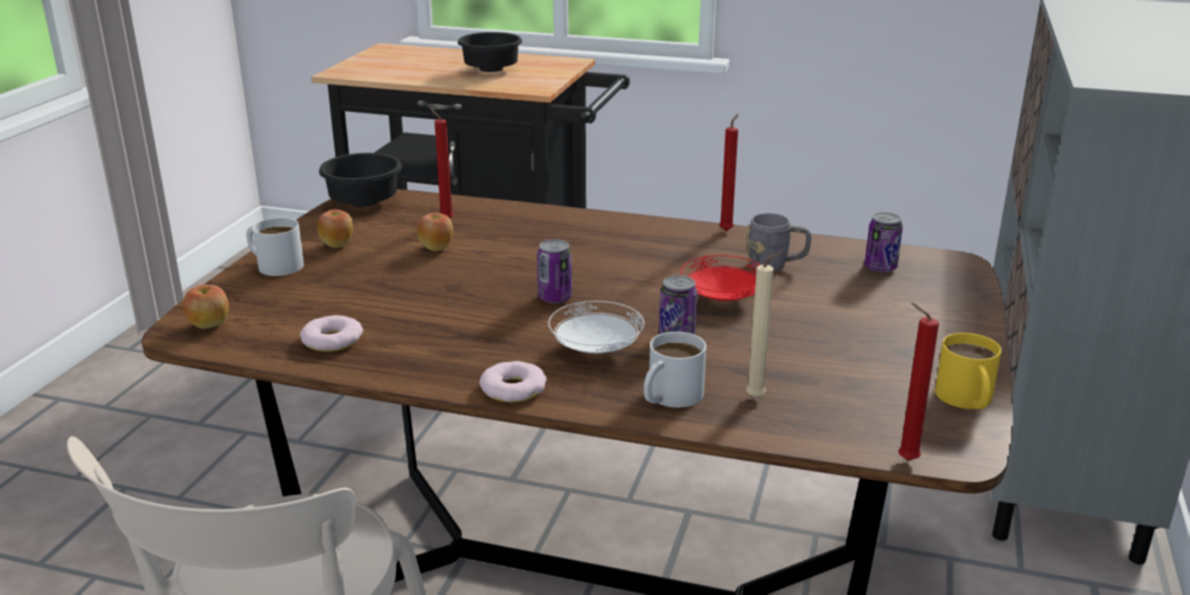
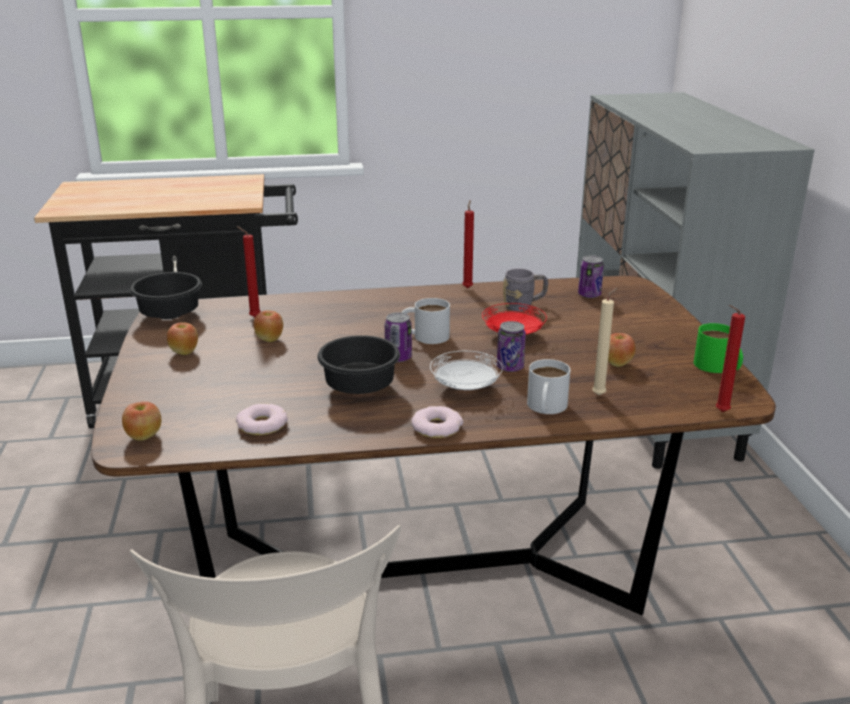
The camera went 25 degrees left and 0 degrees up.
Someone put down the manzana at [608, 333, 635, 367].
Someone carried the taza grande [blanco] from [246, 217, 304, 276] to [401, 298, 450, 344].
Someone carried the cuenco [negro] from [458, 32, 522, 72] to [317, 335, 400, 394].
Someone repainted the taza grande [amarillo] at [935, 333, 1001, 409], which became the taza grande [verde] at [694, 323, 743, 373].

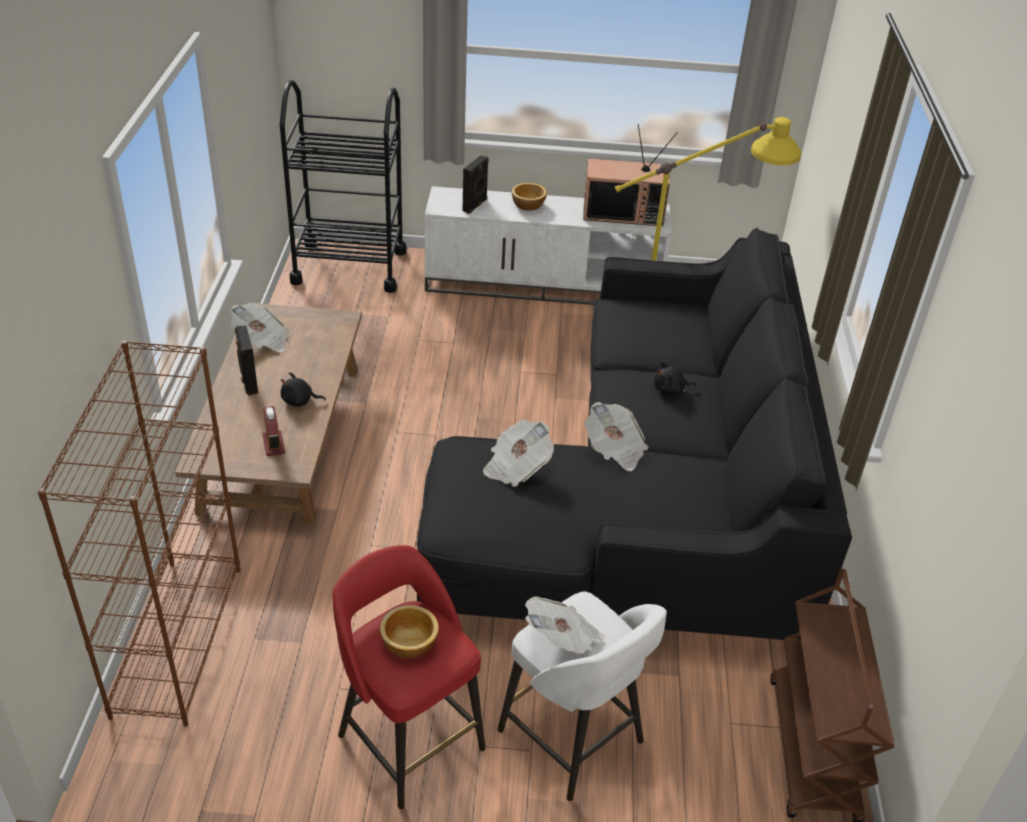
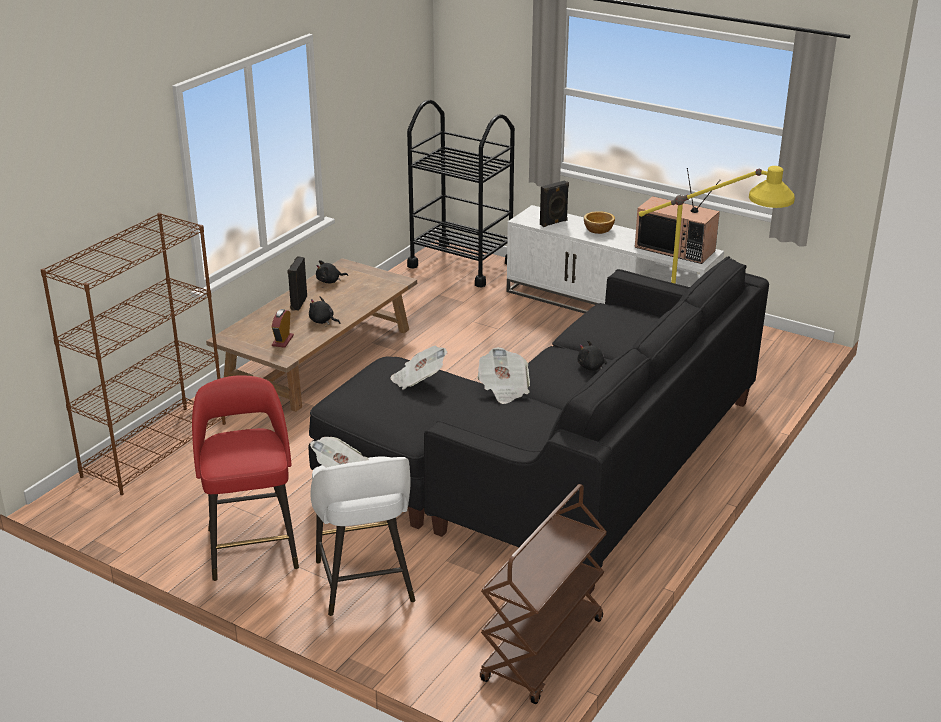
The camera went 30 degrees right and 10 degrees down.
Someone took away the cuenco at [380, 605, 439, 658].
Someone swapped the periódico at [231, 303, 289, 352] for the peluche [negro] at [316, 260, 348, 283].

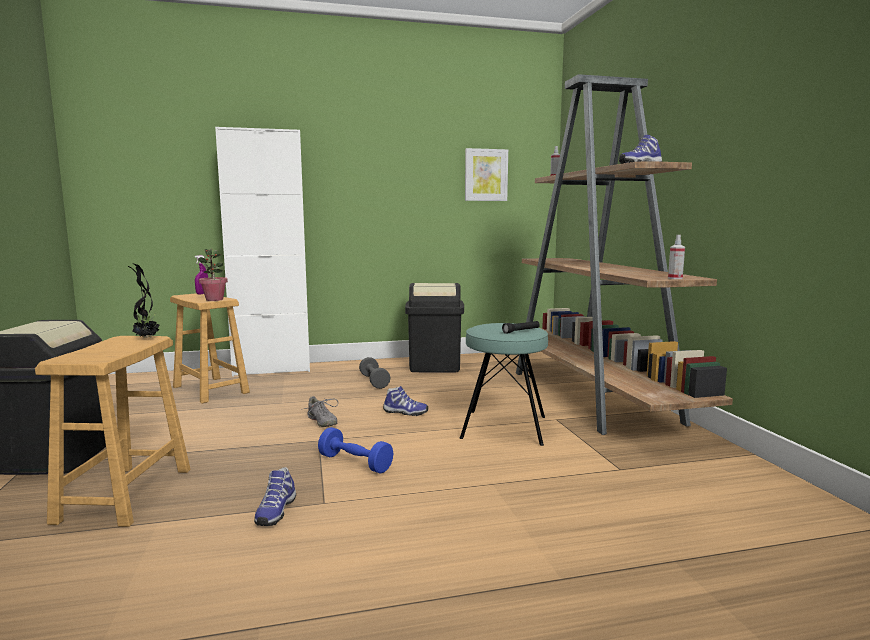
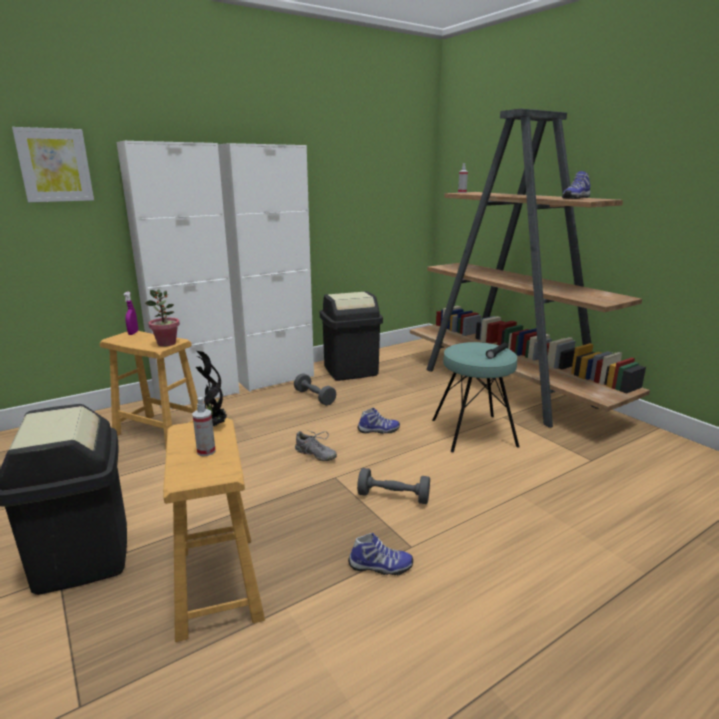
The camera went 20 degrees left and 10 degrees up.
Someone put down the armario [blanco] at [218, 143, 314, 392].
Someone carried the cuadro from [465, 148, 508, 201] to [12, 127, 94, 202].
Someone carried the pulverizador from [668, 235, 685, 279] to [192, 397, 216, 456].
Someone repainted the mancuerna [azul] at [318, 427, 393, 474], which became the mancuerna [gris] at [357, 468, 430, 504].
Someone rotated the zapato at [254, 467, 296, 526] by 75 degrees counterclockwise.

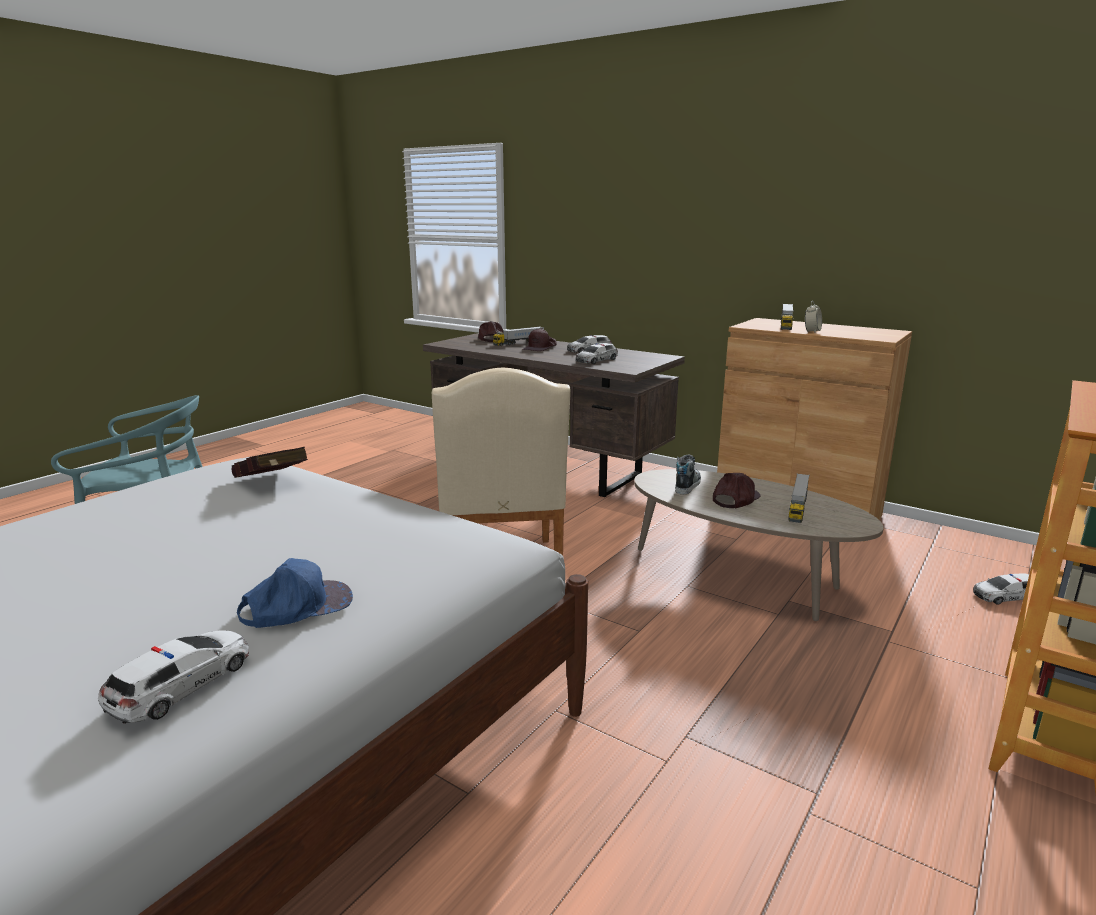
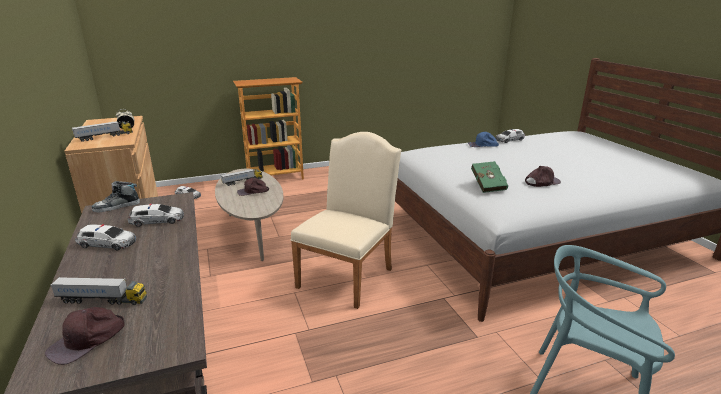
The camera went 145 degrees left and 5 degrees up.
Someone carried the gorra [marrón] from [522, 328, 557, 351] to [525, 166, 561, 187].
Someone carried the zapato from [675, 454, 701, 494] to [92, 181, 140, 213].
Someone repainted the libro [rojo] at [231, 447, 308, 478], which became the libro [verde] at [471, 161, 508, 193].

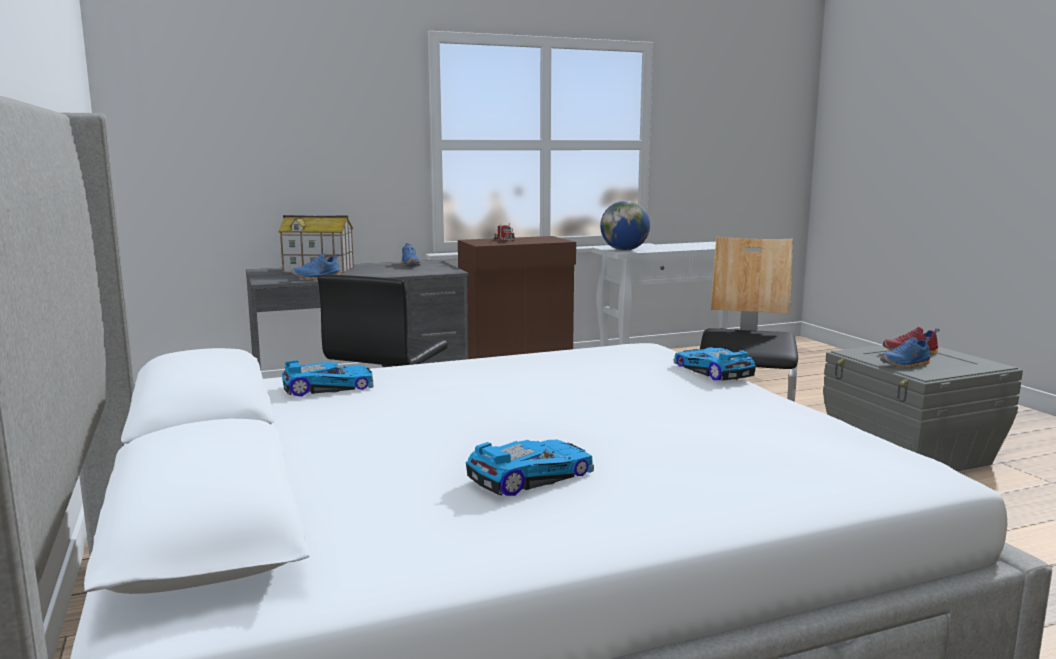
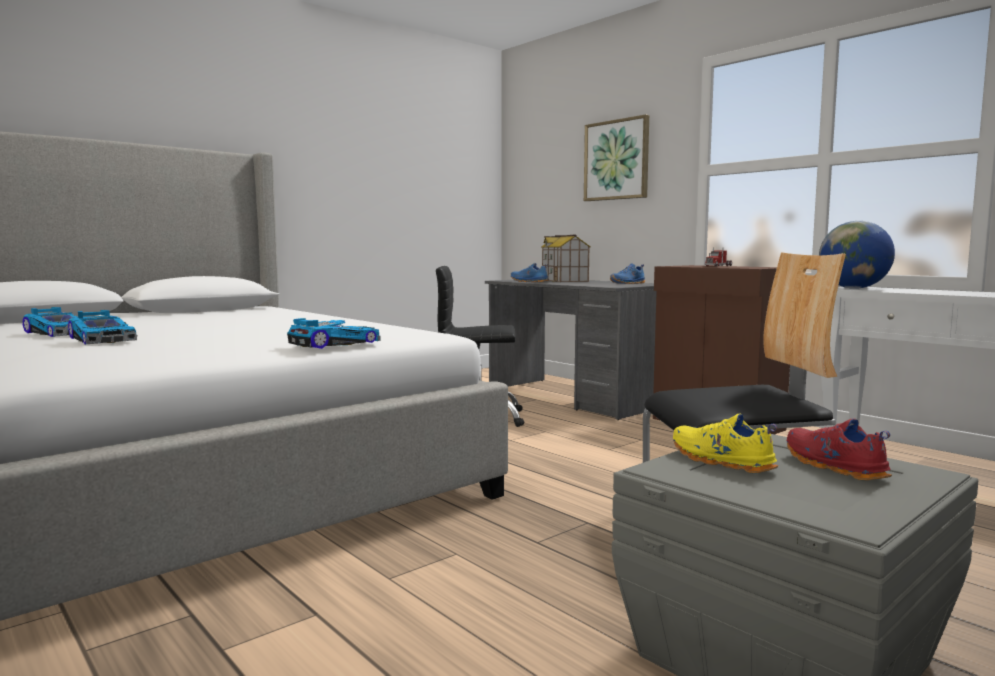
The camera went 70 degrees right and 5 degrees down.
Someone put up the cuadro at [584, 114, 649, 201].
Someone carried the coche de juguete from [282, 360, 374, 397] to [68, 310, 137, 344].
Someone repainted the zapato [azul] at [880, 337, 931, 368], which became the zapato [amarillo] at [673, 413, 778, 473].

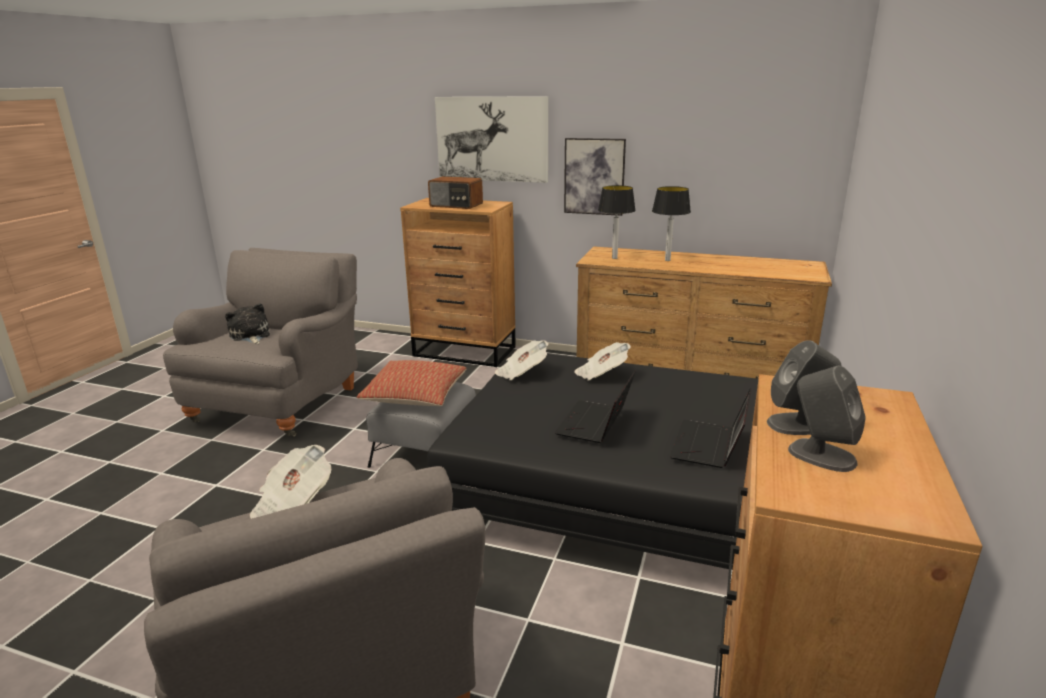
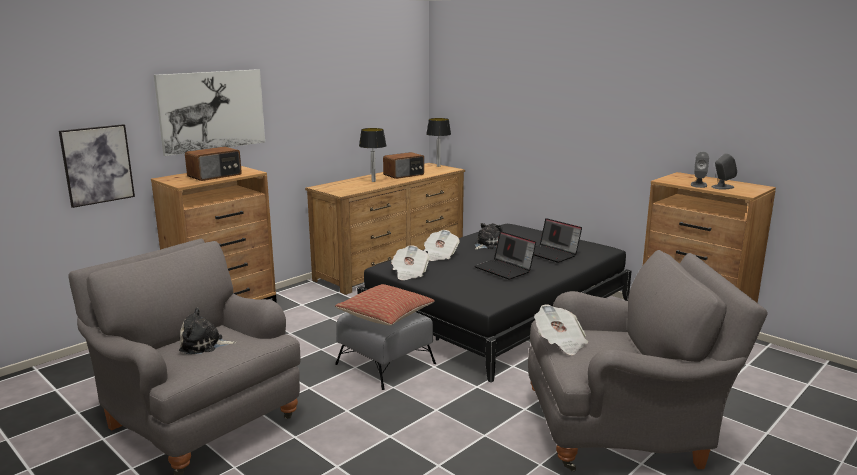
The camera went 65 degrees left and 5 degrees down.
Someone put down the radio at [383, 152, 424, 179].
Someone put down the peluche at [474, 223, 503, 250].
Someone carried the cuadro from [564, 138, 626, 216] to [59, 124, 135, 208].
Someone carried the lámpara de mesa from [598, 185, 636, 259] to [426, 118, 451, 167].

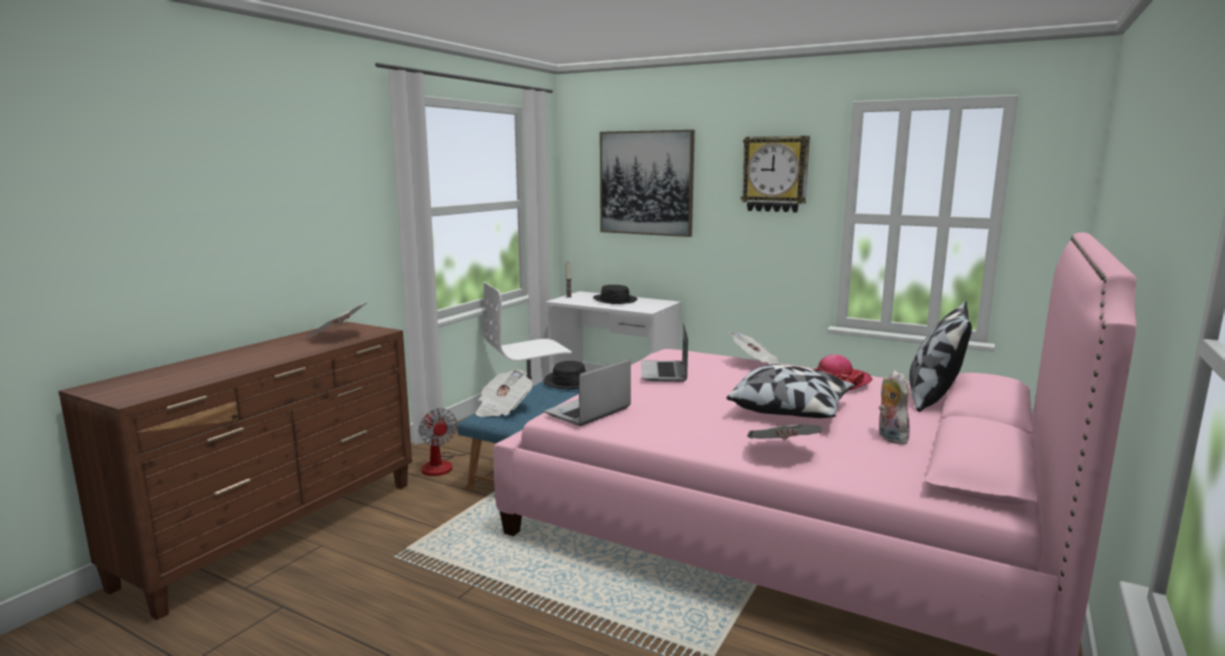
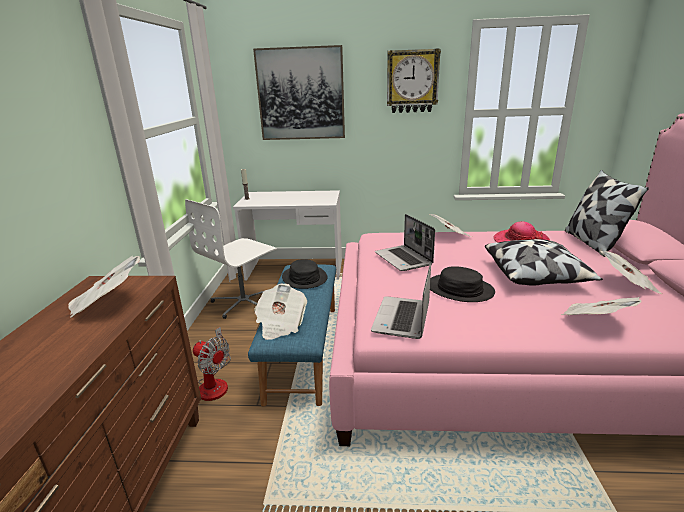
The camera went 25 degrees left and 10 degrees up.
Someone carried the sombrero [negro] from [593, 285, 637, 304] to [430, 266, 495, 302].
Someone swapped the peluche at [879, 370, 910, 444] for the periódico at [600, 251, 662, 294].

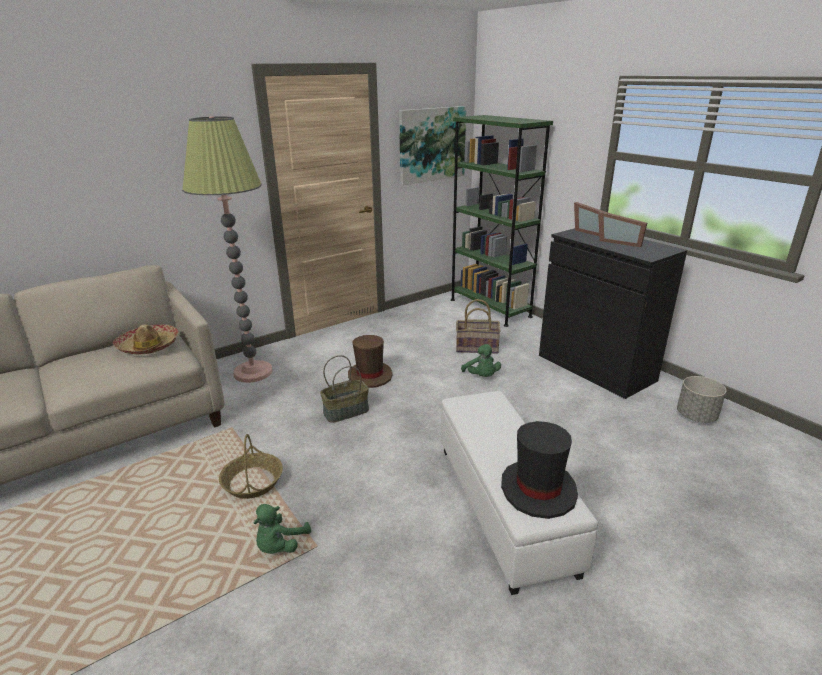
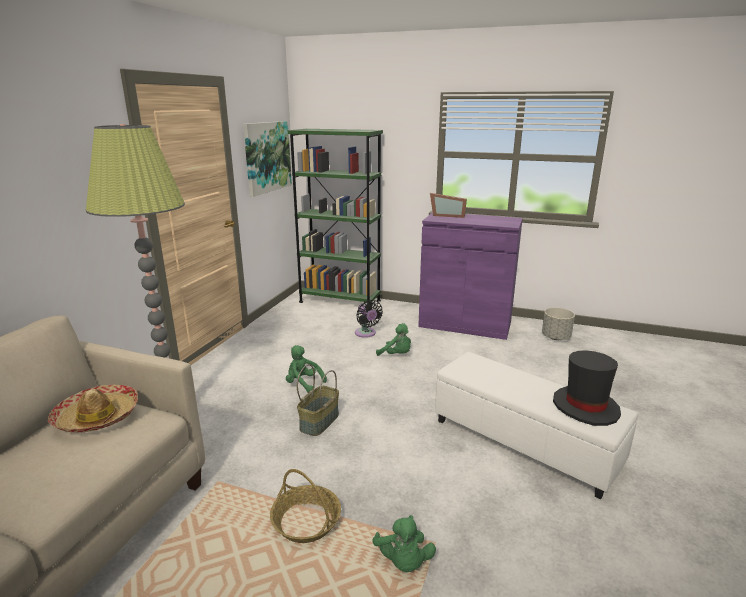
The camera went 35 degrees left and 5 degrees down.
Someone took away the portarretratos at [598, 211, 647, 247].
Someone swapped the sombrero [marrón] at [348, 335, 392, 388] for the peluche [verde] at [286, 345, 327, 393].
Someone swapped the cesta at [456, 299, 501, 354] for the ventilador [negro] at [355, 300, 383, 338].
Someone repainted the armario [negro] at [539, 228, 687, 399], which became the armario [morado] at [418, 212, 523, 340].

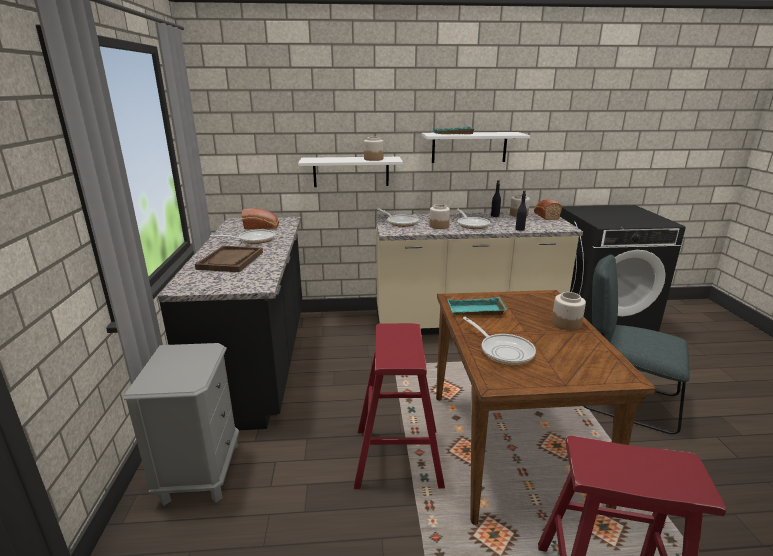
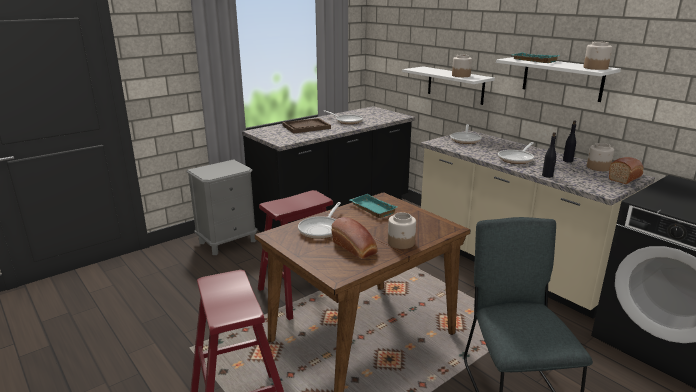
The camera went 55 degrees right and 0 degrees up.
Someone carried the pan from [242, 208, 279, 229] to [331, 217, 378, 259].
Someone carried the tarro from [429, 204, 450, 229] to [584, 41, 612, 70].

